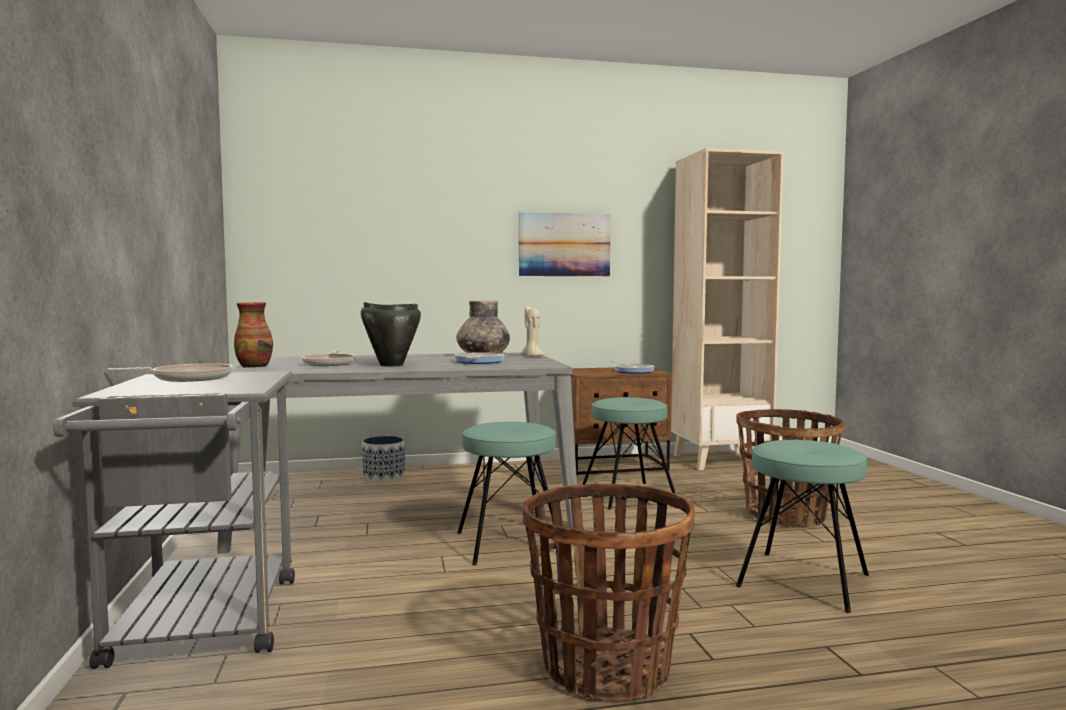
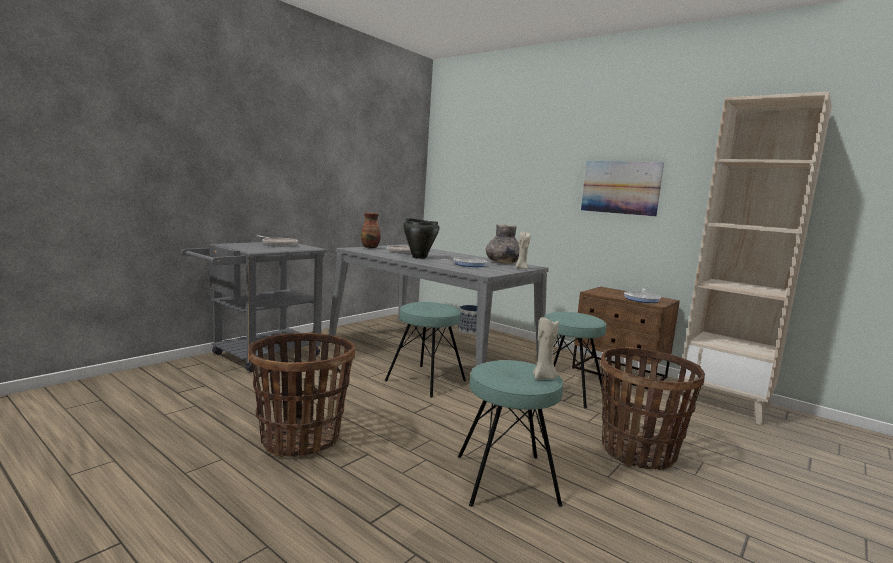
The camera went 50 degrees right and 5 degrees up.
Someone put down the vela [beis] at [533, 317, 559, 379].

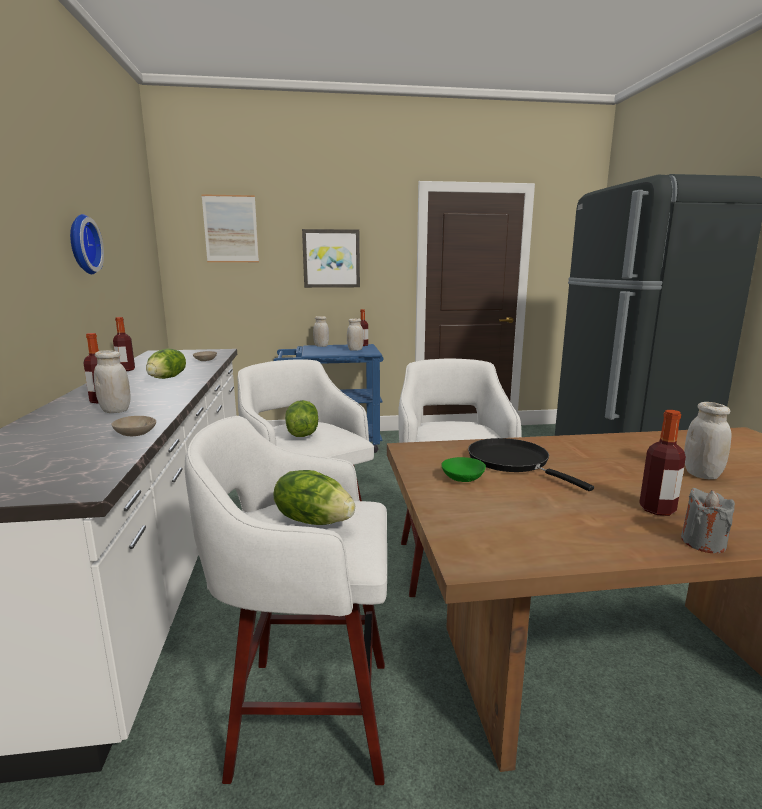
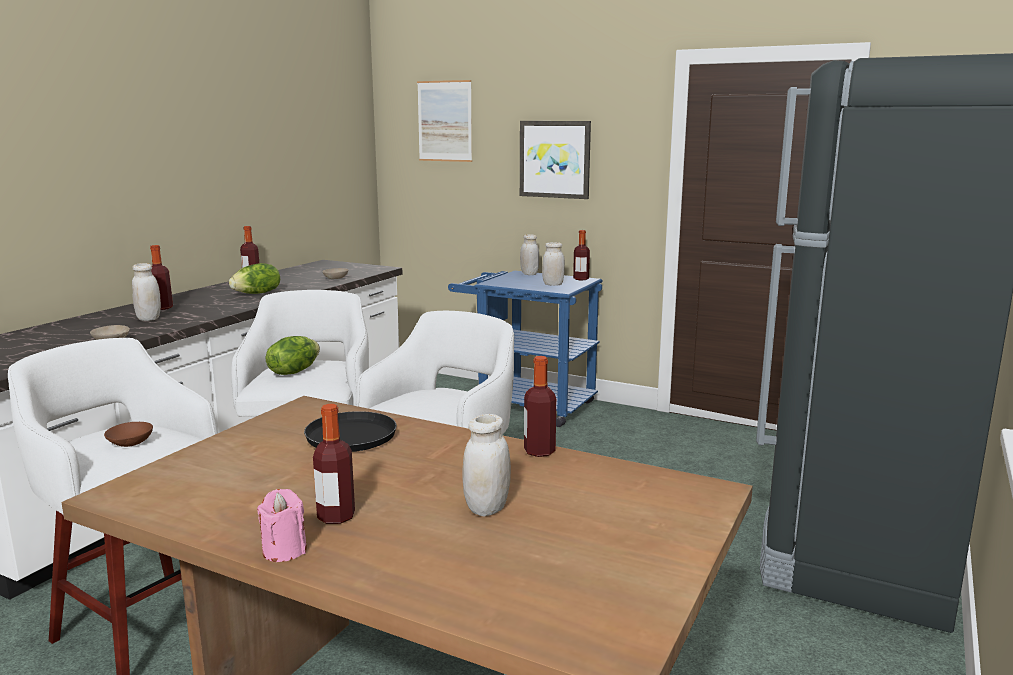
The camera went 35 degrees right and 0 degrees up.
Someone took away the reloj de pared at [70, 214, 104, 274].
Someone took away the cuenco [verde] at [441, 457, 486, 482].
Someone put down the botella at [524, 356, 556, 457].
Someone swapped the lechuga at [273, 470, 355, 525] for the cuenco [marrón] at [104, 422, 153, 447].
Someone repainted the vela [gris] at [681, 488, 735, 553], which became the vela [rosa] at [257, 489, 307, 562].

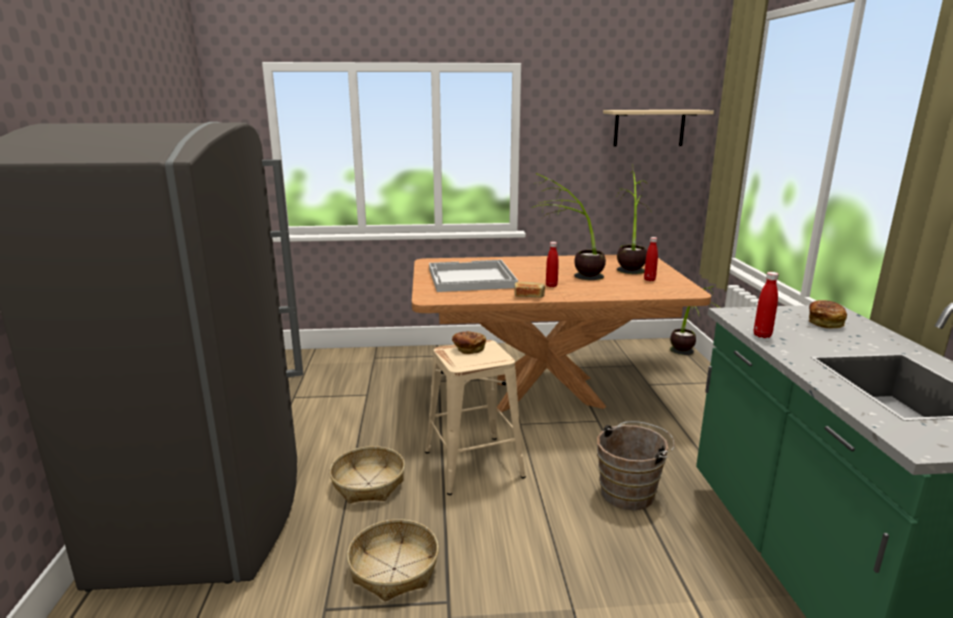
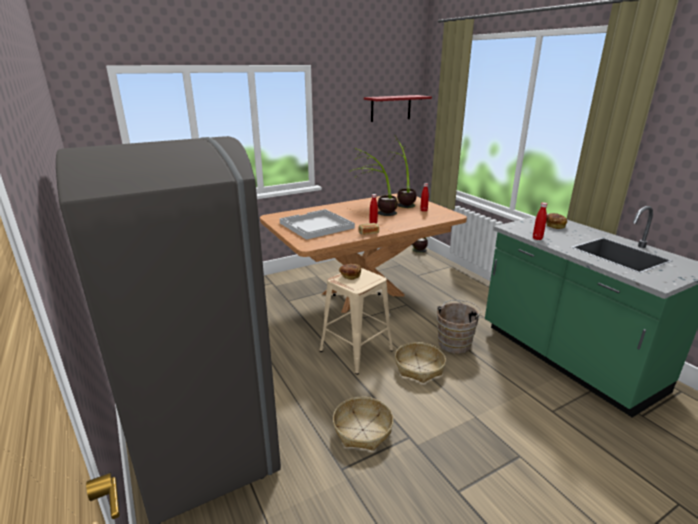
The camera went 25 degrees left and 5 degrees up.
Someone carried the cesta from [329, 446, 405, 503] to [395, 342, 446, 383].
Someone repainted the estante [beis] at [603, 110, 714, 147], which became the estante [rojo] at [364, 95, 432, 122].

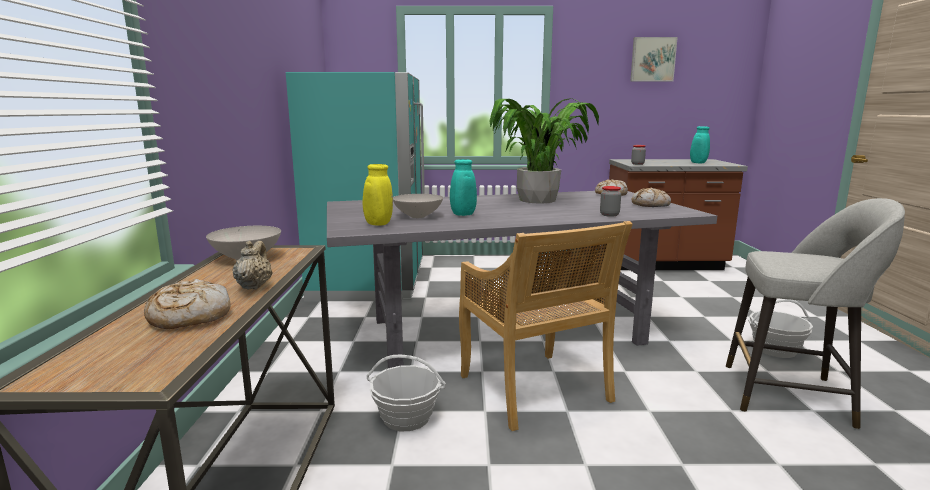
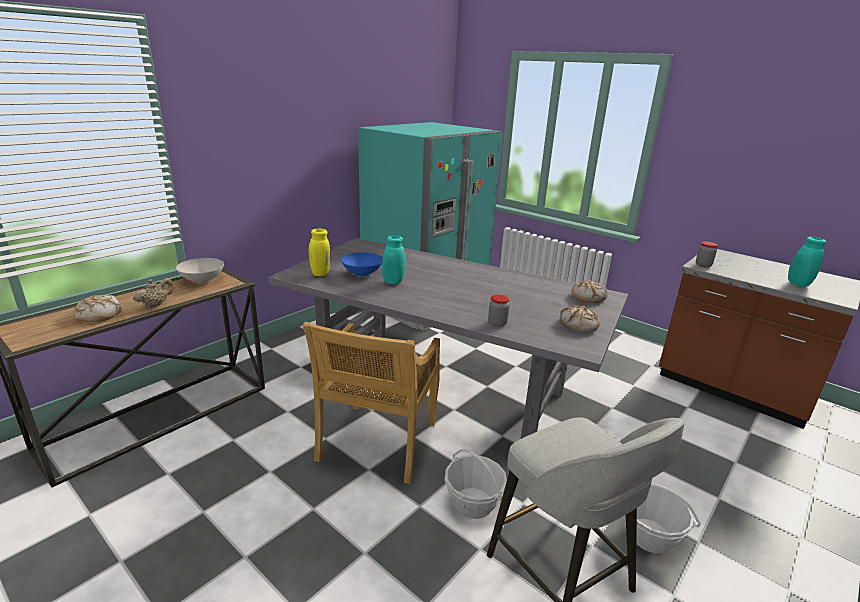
The camera went 40 degrees right and 10 degrees up.
Someone took away the planta en maceta at [489, 98, 599, 204].
Someone took away the cuadro at [630, 37, 678, 81].
Someone carried the cesta from [366, 355, 446, 431] to [445, 449, 507, 519].
Someone repainted the cuenco [blanco] at [393, 194, 443, 218], which became the cuenco [azul] at [341, 252, 383, 276].

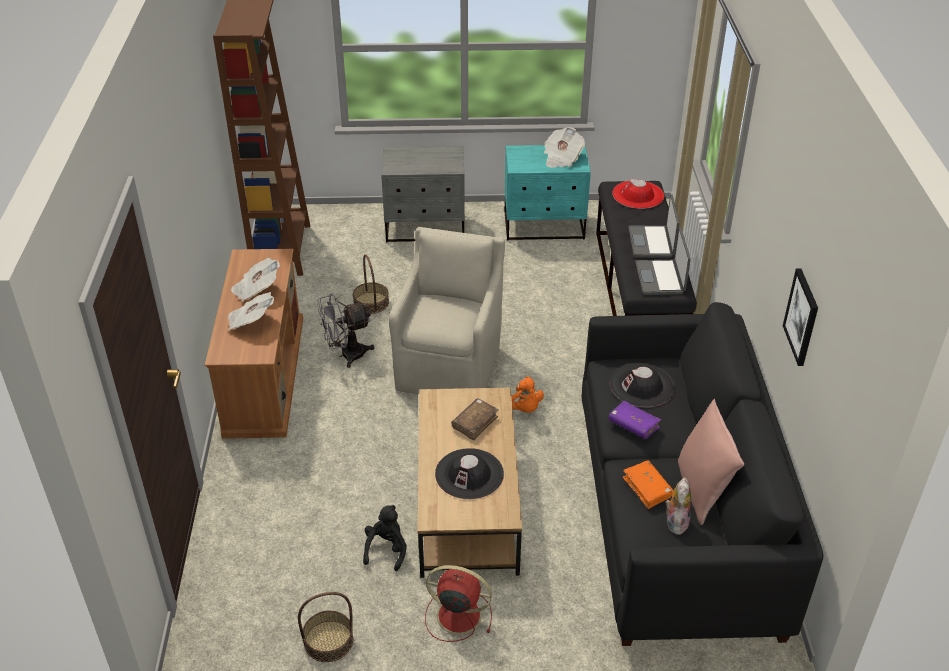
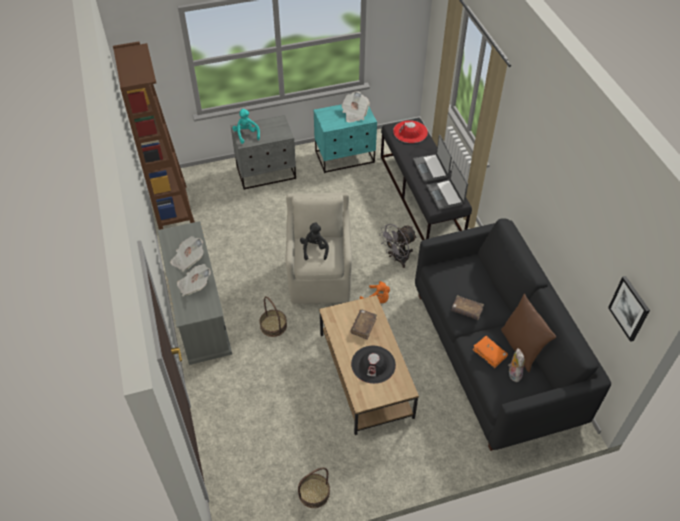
The camera went 15 degrees left and 10 degrees up.
Someone took away the ventilador [rojo] at [425, 565, 492, 642].
Someone took away the sombrero [negro] at [610, 363, 675, 407].
Someone put down the peluche [turquesa] at [232, 109, 260, 144].
Someone carried the ventilador [gris] from [317, 293, 374, 368] to [379, 224, 418, 268].
Someone carried the cesta from [353, 254, 389, 314] to [259, 296, 287, 337].
Someone carried the peluche [negro] from [363, 505, 407, 571] to [300, 222, 329, 260].
Someone carried the cuadro from [783, 268, 818, 366] to [608, 276, 650, 342].
Someone repainted the mueble de televisión [marrón] at [205, 249, 303, 439], which became the mueble de televisión [gris] at [158, 221, 232, 365].
Someone repainted the libro [morado] at [608, 400, 661, 439], which became the libro [marrón] at [451, 295, 484, 320].
Someone repainted the cojín [rosa] at [678, 399, 744, 525], which became the cojín [marrón] at [501, 293, 556, 372].

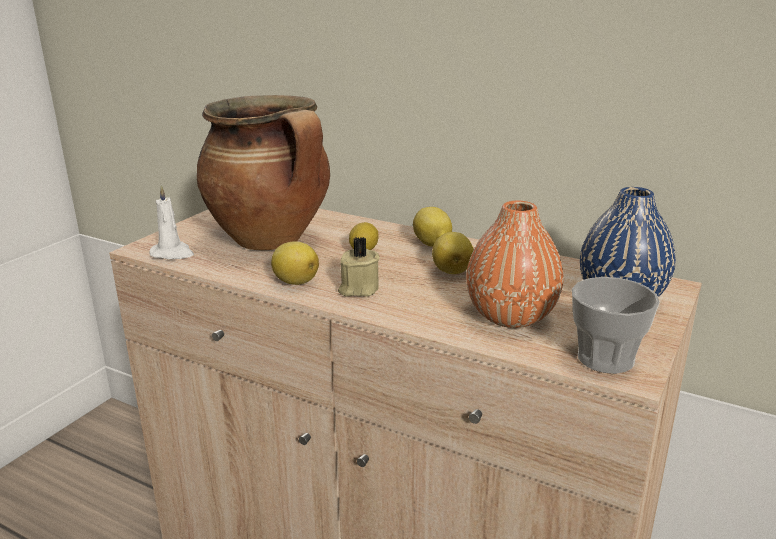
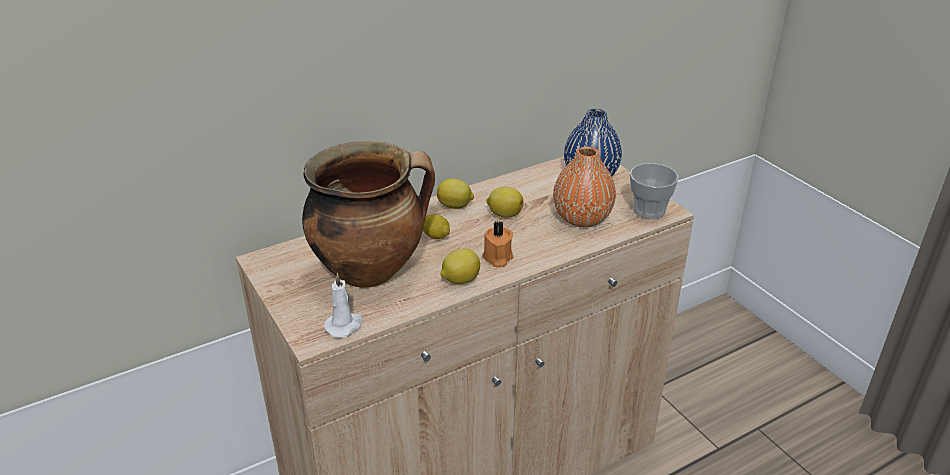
The camera went 60 degrees left and 10 degrees up.
Someone repainted the vela [beis] at [338, 237, 380, 297], which became the vela [naranja] at [482, 221, 514, 267].

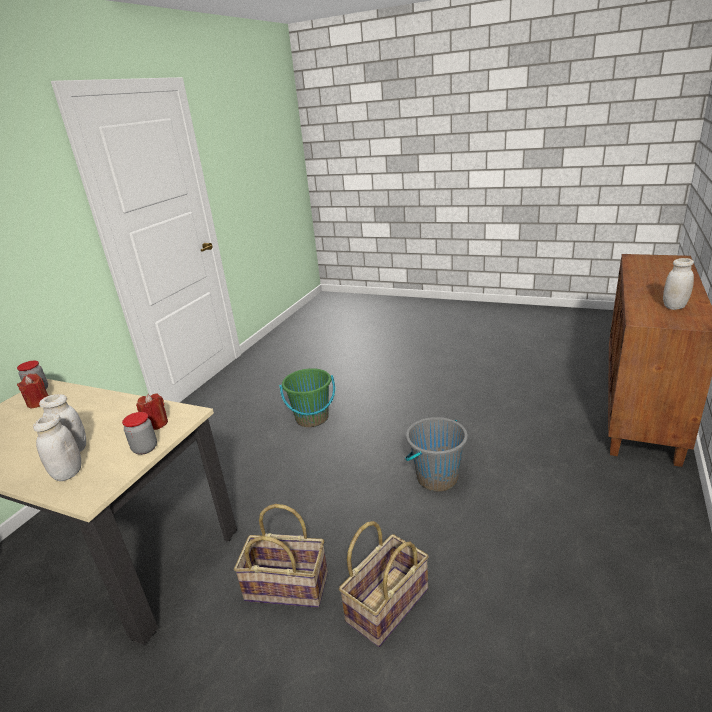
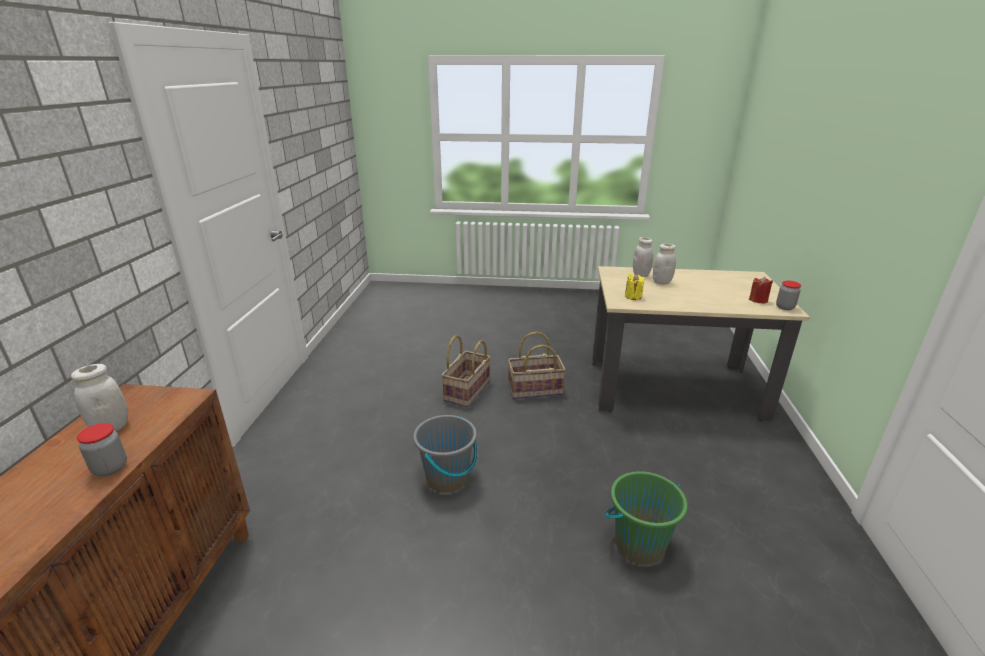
The camera went 160 degrees right and 0 degrees up.
Someone carried the tarro from [122, 412, 157, 455] to [77, 423, 127, 476].
Someone repainted the vela [rojo] at [136, 393, 168, 430], which became the vela [amarillo] at [625, 273, 644, 300].

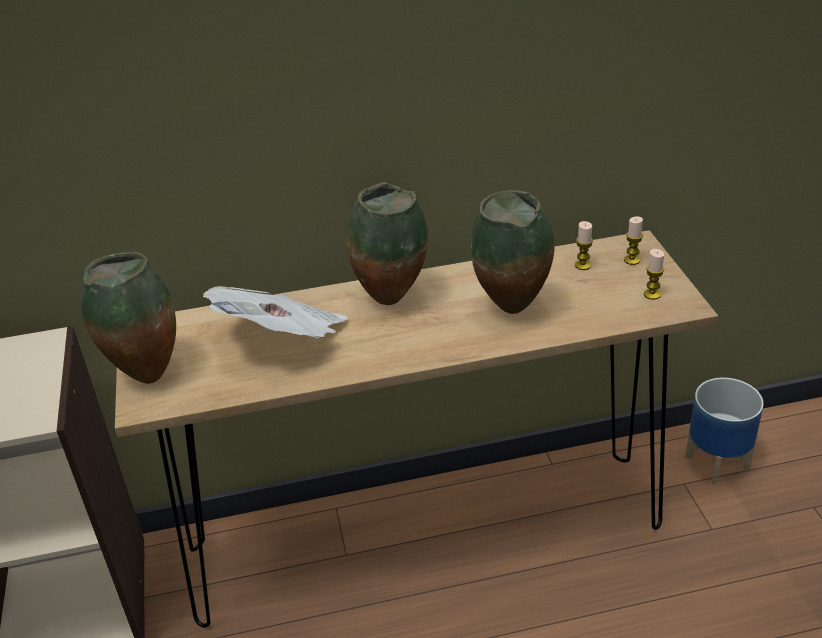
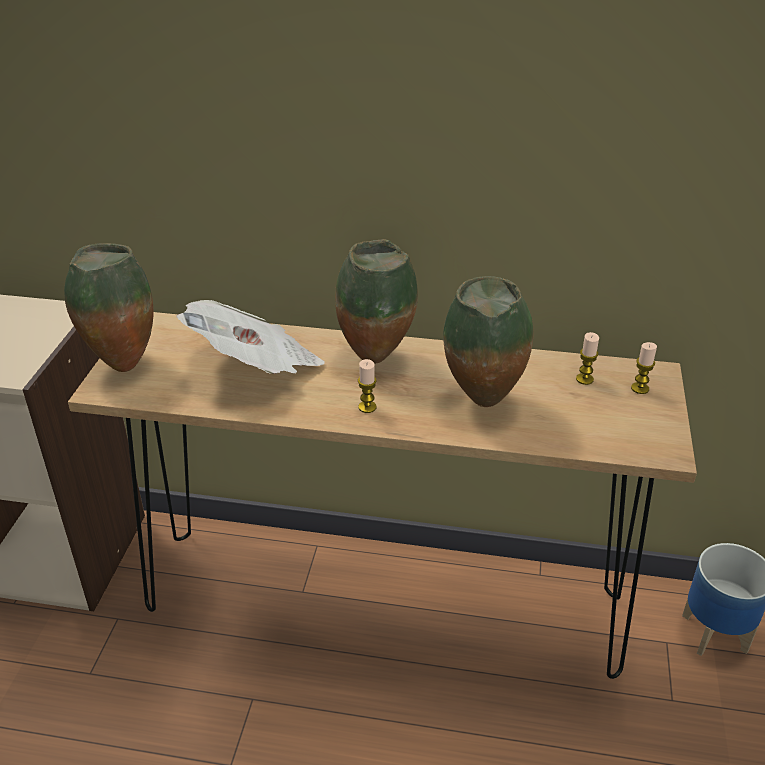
The camera went 20 degrees right and 0 degrees up.
Someone carried the vela from [644, 249, 664, 300] to [358, 359, 377, 413].

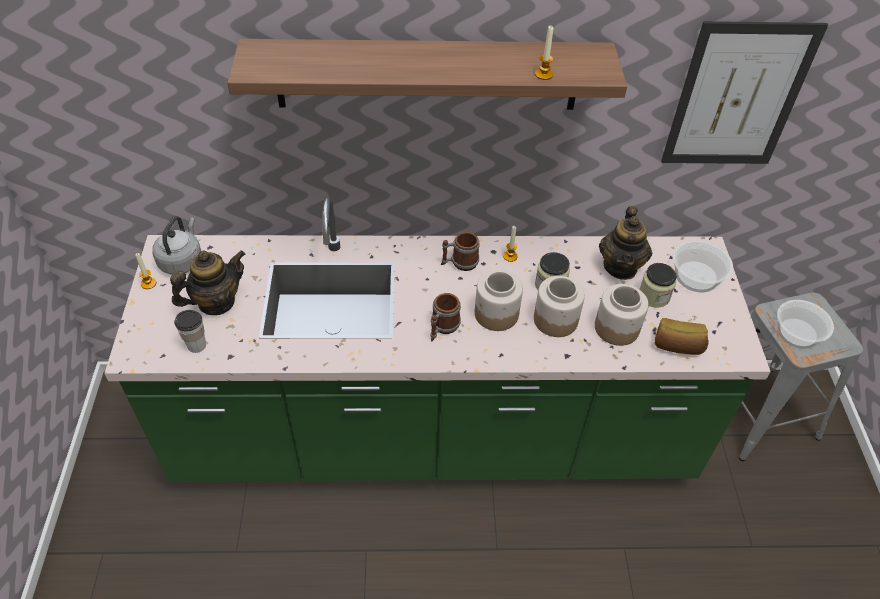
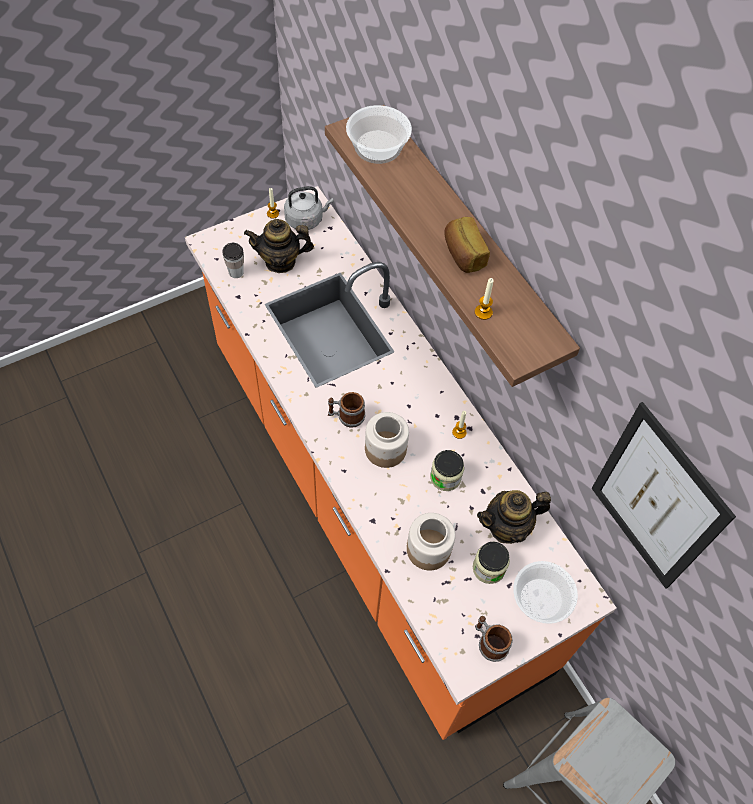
The camera went 60 degrees right and 10 degrees up.
Someone took away the tarro at [534, 276, 585, 337].
Someone carried the taza grande from [441, 232, 480, 271] to [475, 616, 513, 662].
Someone carried the pan from [655, 318, 708, 355] to [444, 217, 490, 273].
Someone carried the cuenco from [777, 300, 834, 349] to [346, 105, 412, 164].
Someone repainted the mueble bajo de cocina [verde] at [104, 197, 771, 482], which became the mueble bajo de cocina [naranja] at [185, 186, 617, 740].
Someone rotated the tetera at [170, 250, 245, 315] by 150 degrees clockwise.

